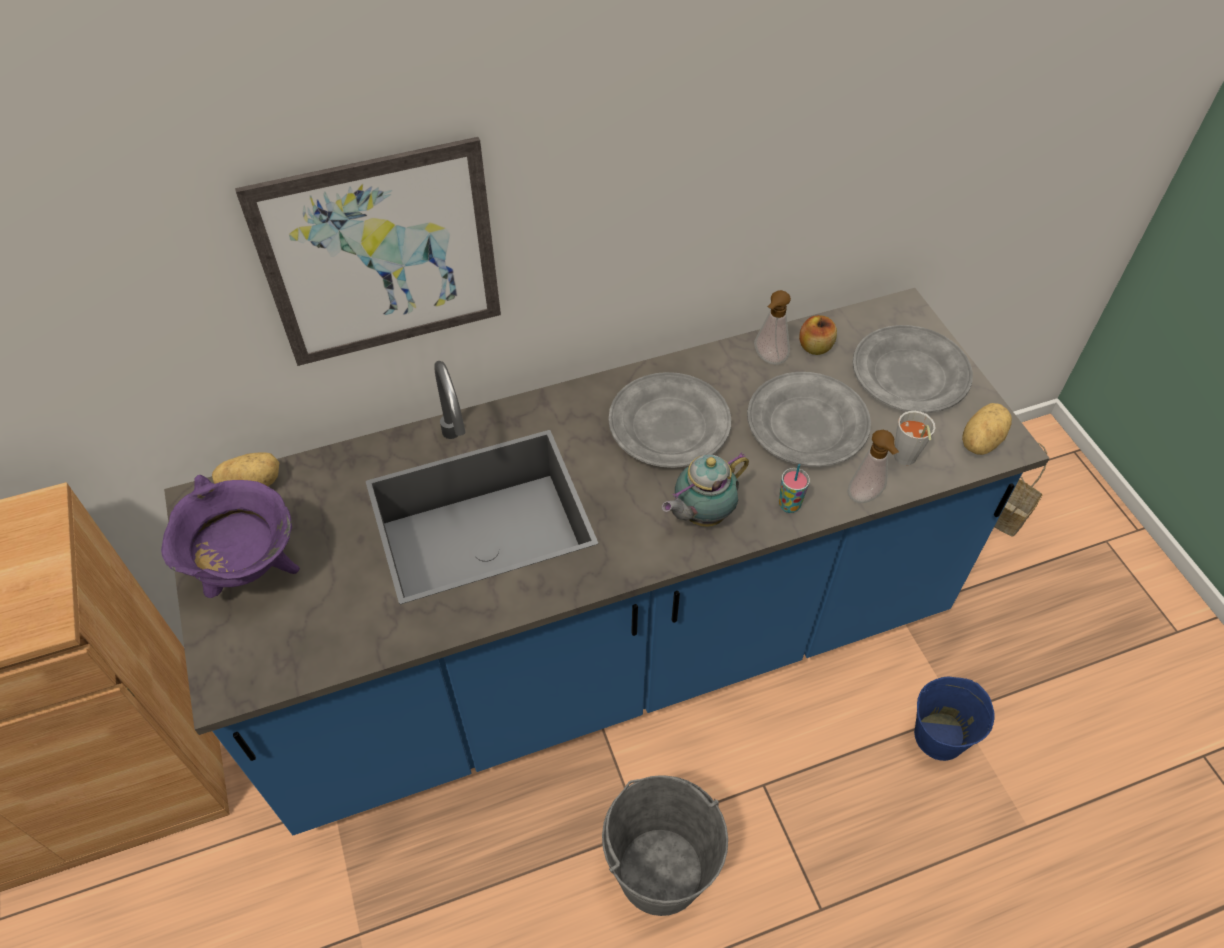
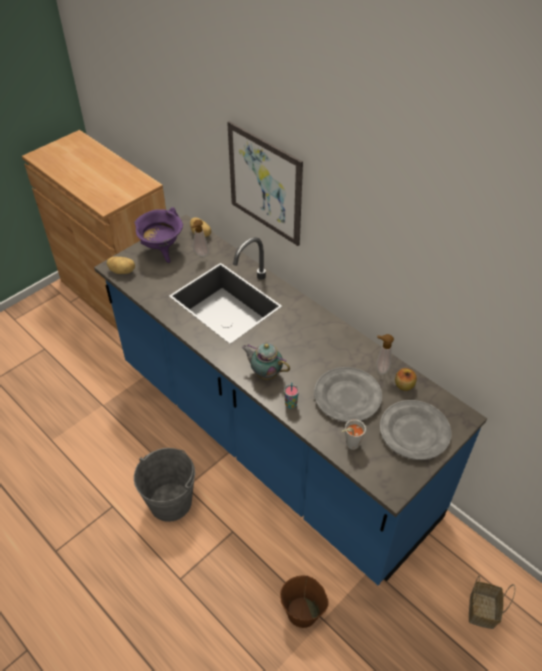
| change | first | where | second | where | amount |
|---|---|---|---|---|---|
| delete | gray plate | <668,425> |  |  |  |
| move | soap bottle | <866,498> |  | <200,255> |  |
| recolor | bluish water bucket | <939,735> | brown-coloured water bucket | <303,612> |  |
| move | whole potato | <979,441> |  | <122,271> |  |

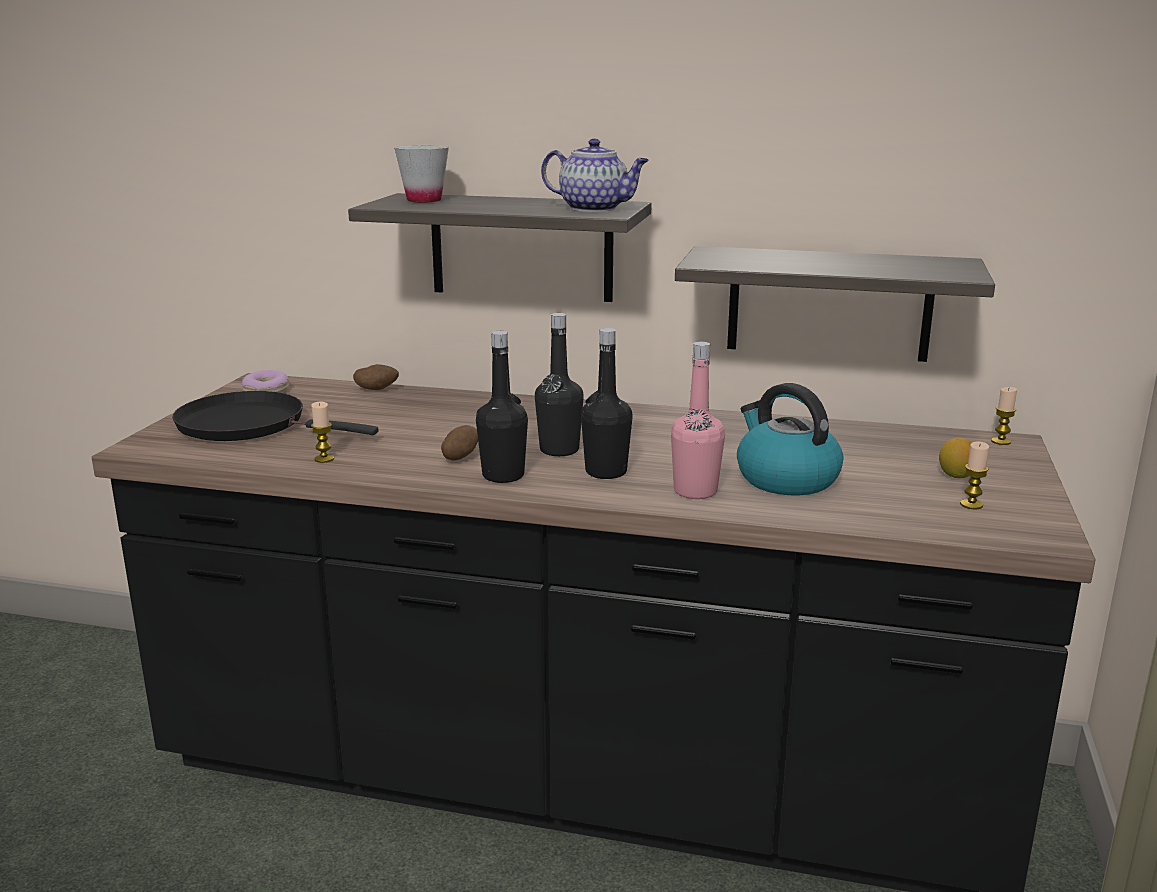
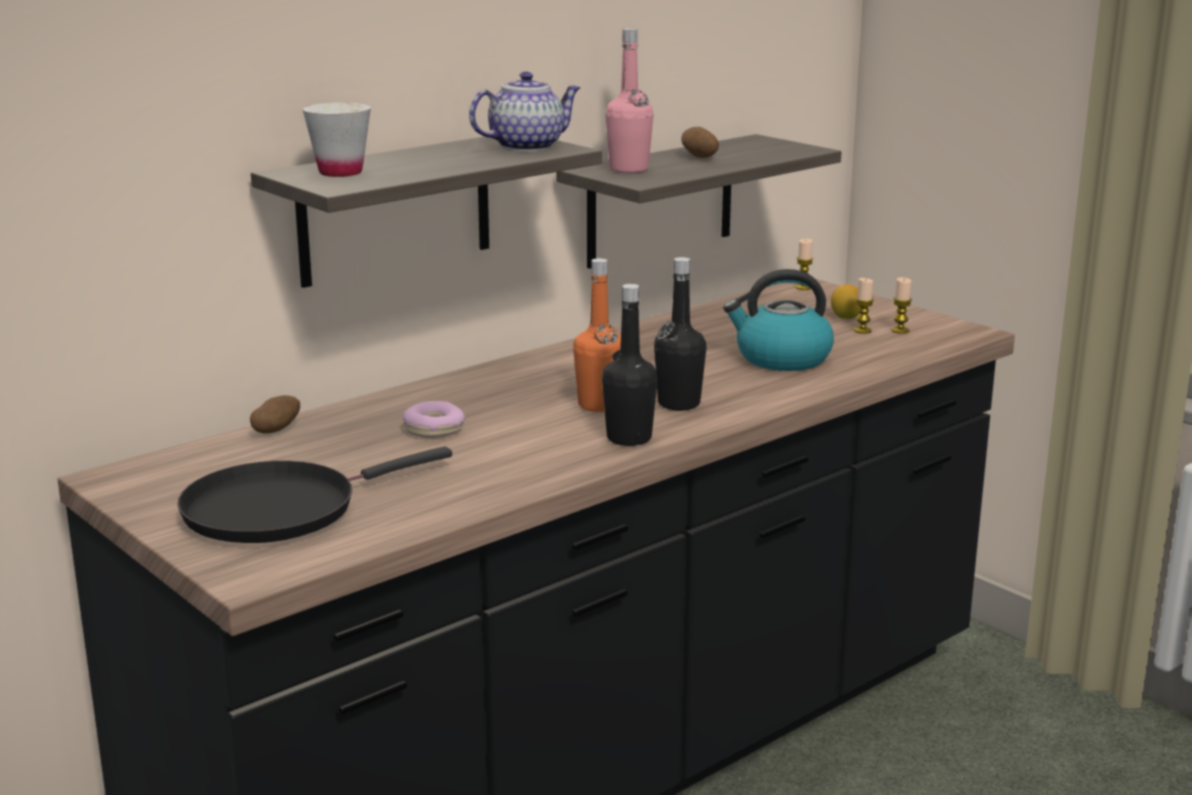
| change | first | where | second | where | amount |
|---|---|---|---|---|---|
| move | donut | <266,391> |  | <434,430> |  |
| move | candle | <324,459> |  | <862,330> |  |
| move | whole potato | <460,458> |  | <699,157> |  |
| recolor | black-coloured beverage bottle | <559,450> | orange-coloured beverage bottle | <599,405> |  |
| move | pink-coloured beverage bottle | <695,491> |  | <629,169> |  |

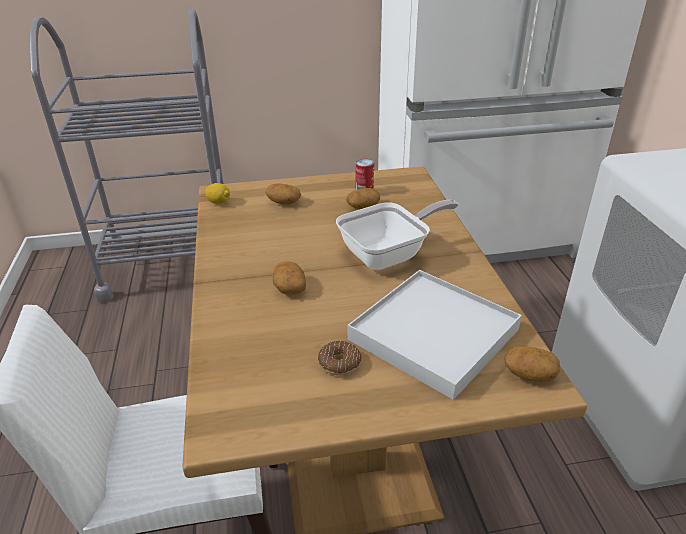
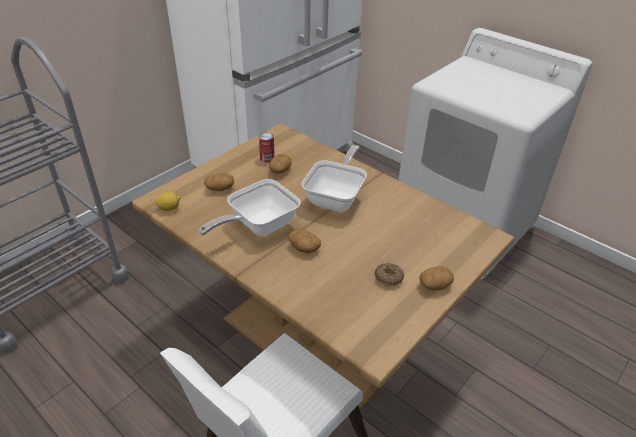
| change | first | where | second | where | amount |
|---|---|---|---|---|---|
| delete | whitish serving tray | <433,334> |  |  |  |
| move | whole potato | <529,374> |  | <435,285> |  |
| insert |  |  | frying pan | <258,226> |  |

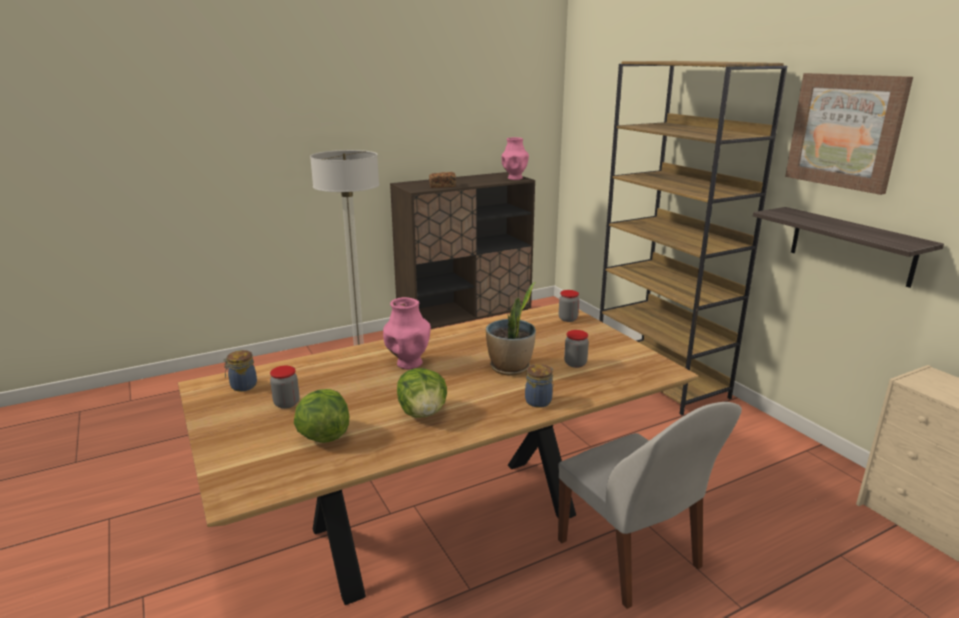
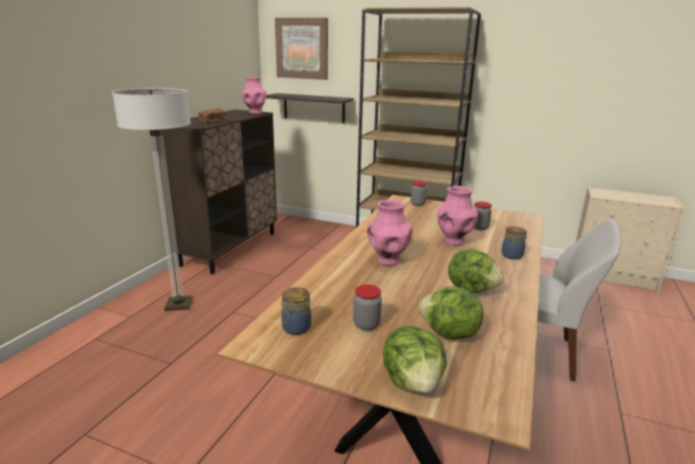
| change | first | where | second | where | amount |
|---|---|---|---|---|---|
| replace | houseplant | <510,368> | pink-coloured flower vase | <453,242> |  |
| move | bracket shelf | <851,246> |  | <314,108> |  |
| move | picture | <845,131> |  | <302,48> |  |
| insert |  |  | lettuce | <413,382> |  |

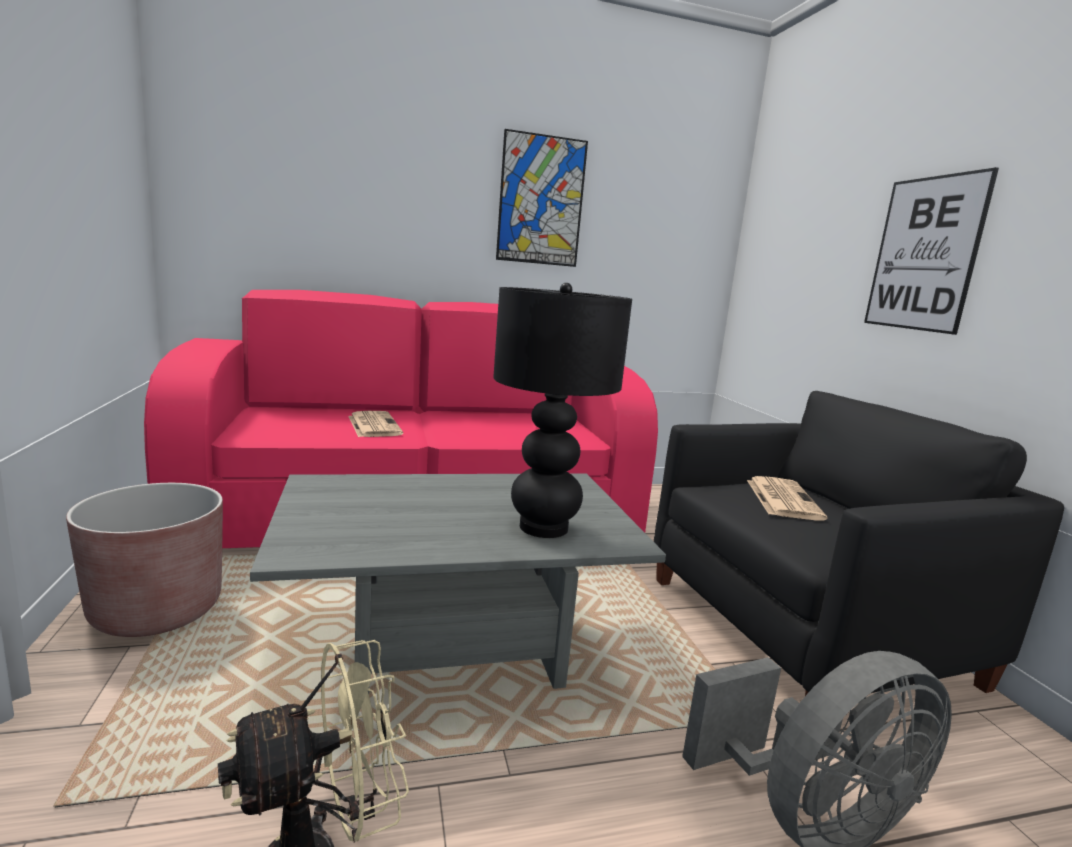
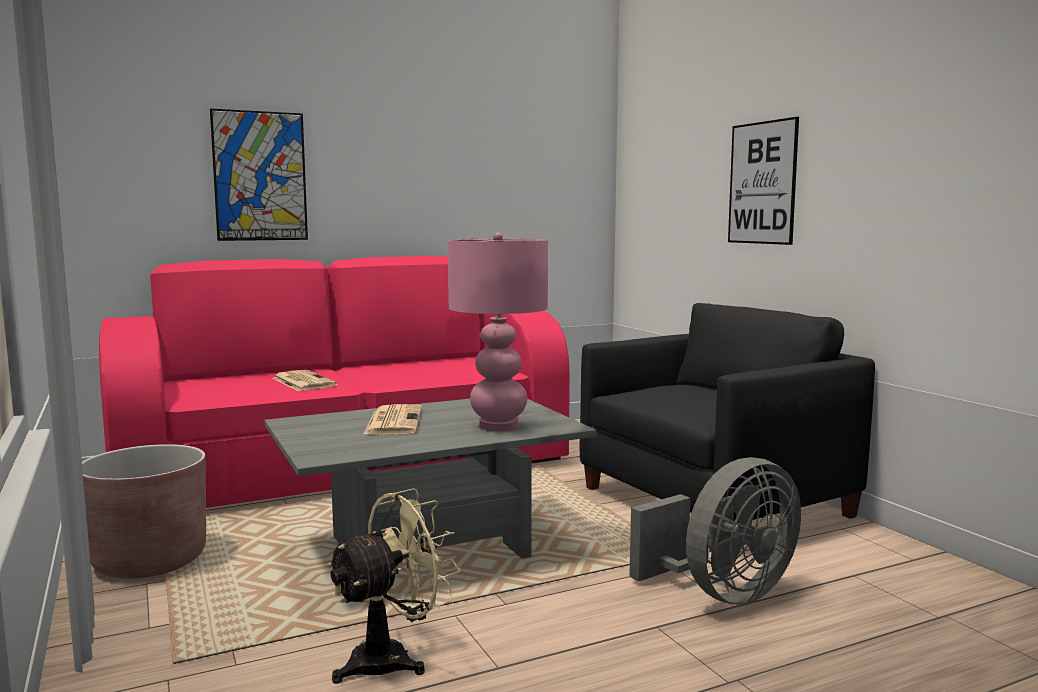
| change | first | where | second | where | amount |
|---|---|---|---|---|---|
| recolor | black-coloured lamp for a table | <542,527> | pink-coloured lamp for a table | <498,426> |  |
| move | picture | <541,200> |  | <260,176> |  |
| move | newspaper | <782,498> |  | <393,421> |  |

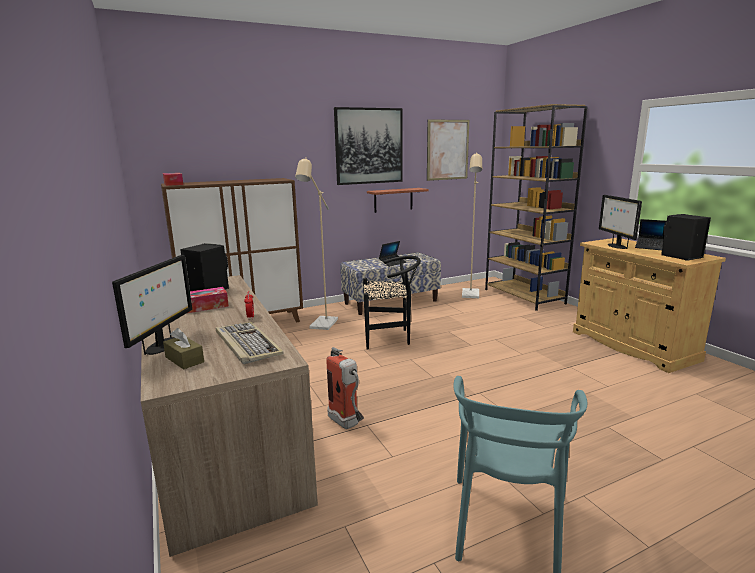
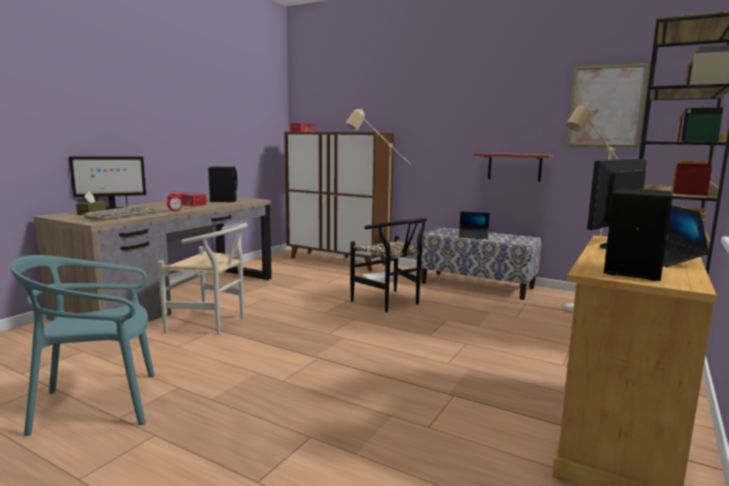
| change | first | where | second | where | amount |
|---|---|---|---|---|---|
| replace | fire extinguisher | <347,424> | whitish plain chair | <212,323> |  |
| delete | picture | <369,146> |  |  |  |

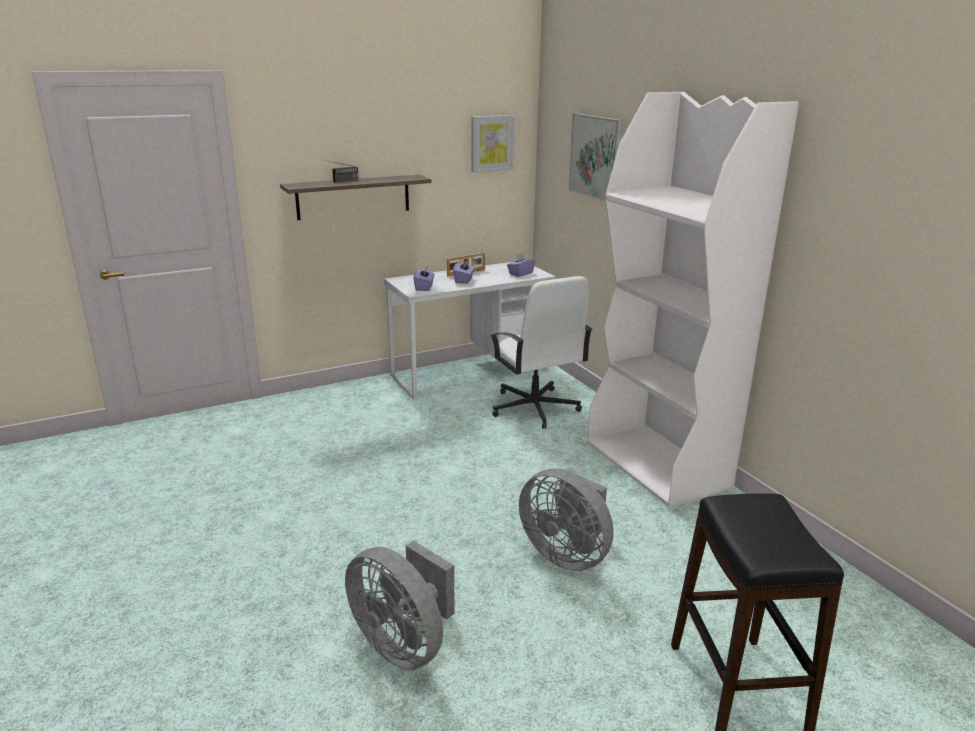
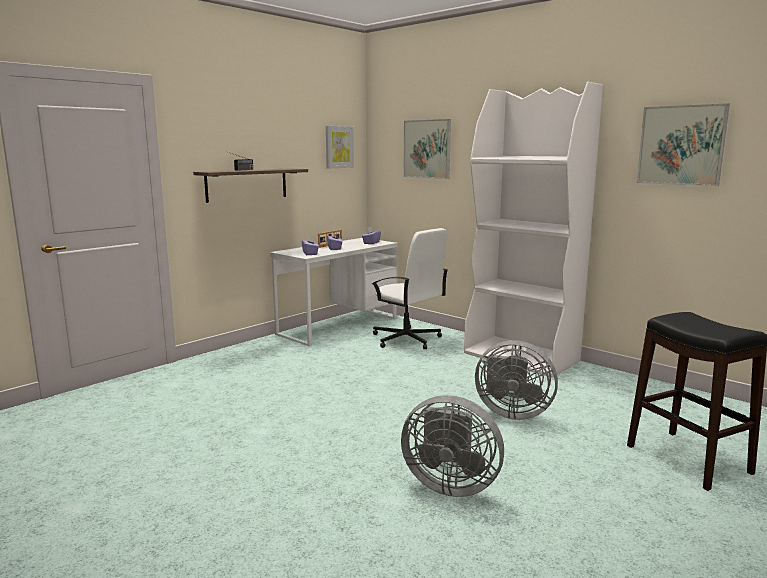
| change | first | where | second | where | amount |
|---|---|---|---|---|---|
| insert |  |  | picture | <681,145> |  |

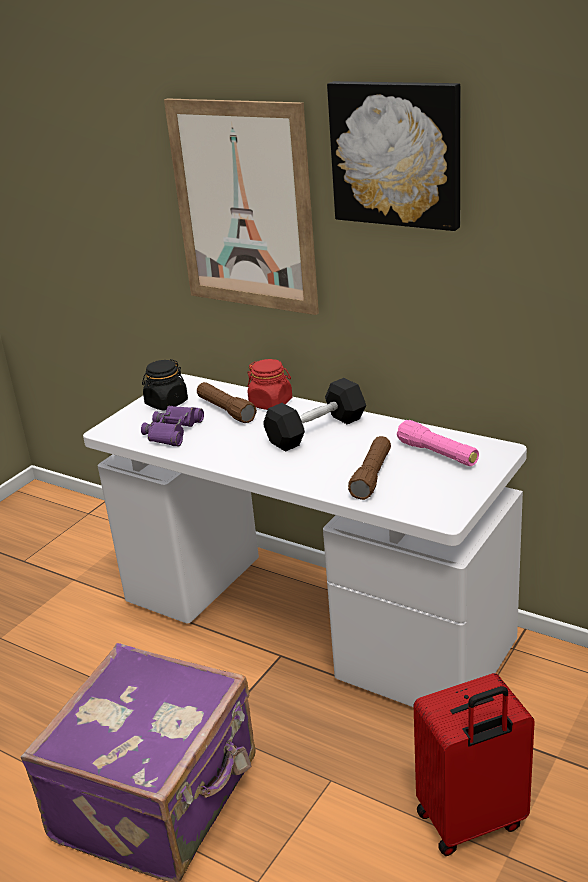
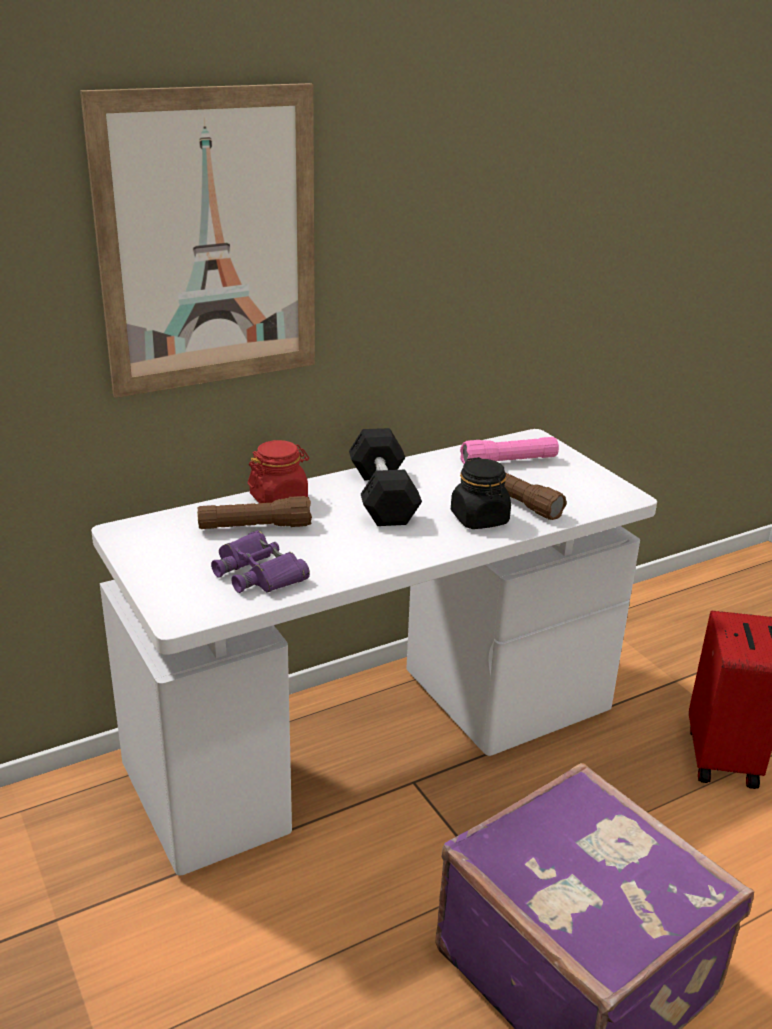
| change | first | where | second | where | amount |
|---|---|---|---|---|---|
| move | black-coloured storage jar | <166,403> |  | <479,519> |  |
| delete | picture | <397,154> |  |  |  |

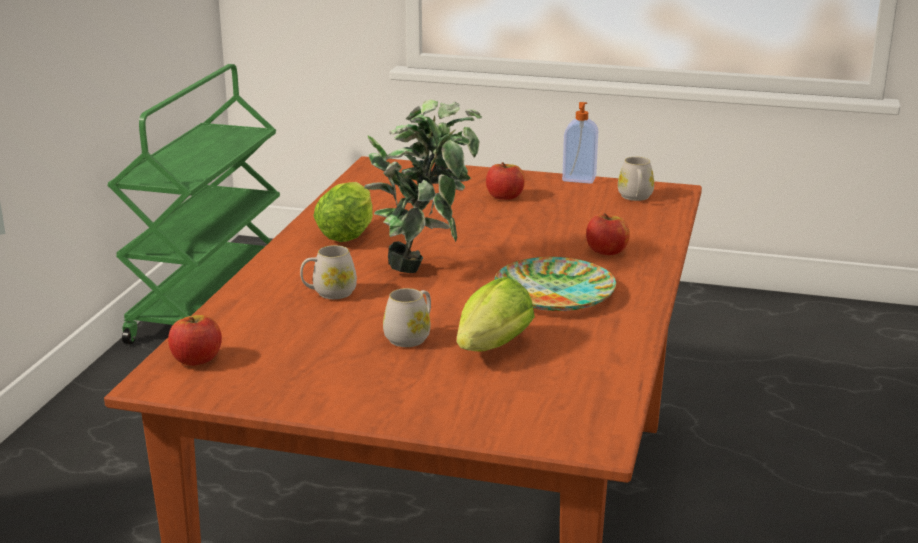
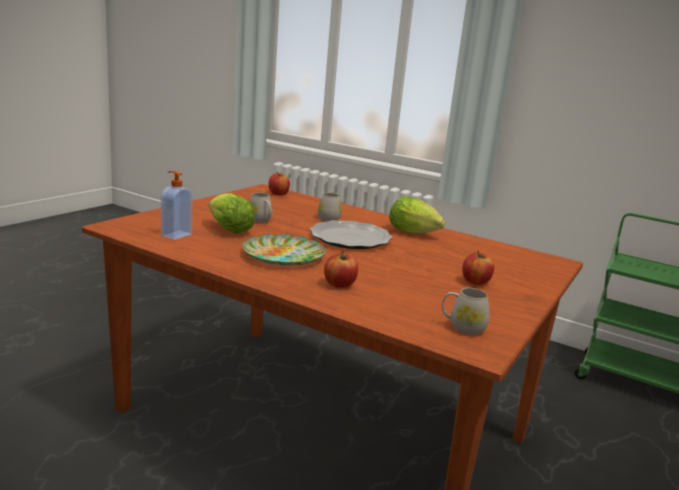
| change | first | where | second | where | amount |
|---|---|---|---|---|---|
| replace | houseplant | <425,267> | plate | <350,238> |  |
| move | soap bottle | <579,179> |  | <175,235> |  |

